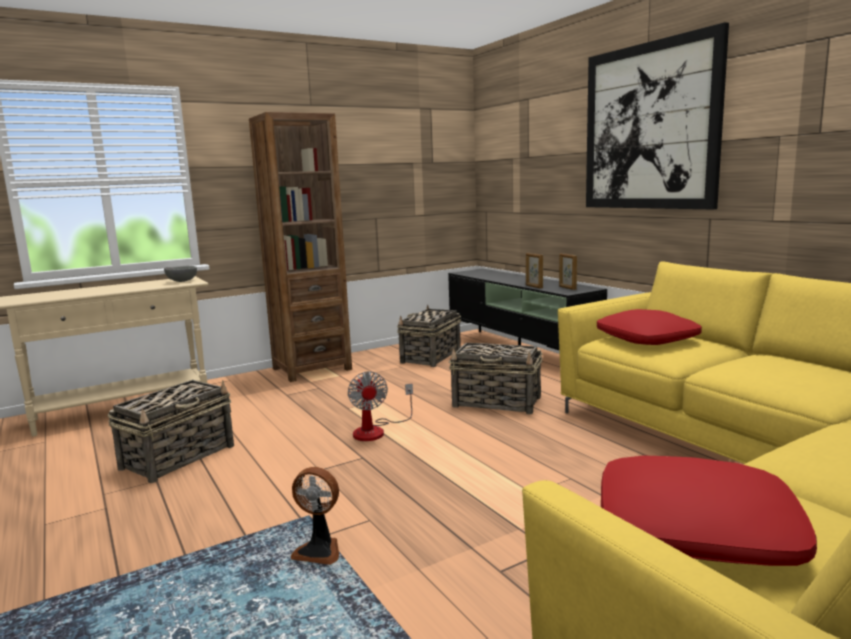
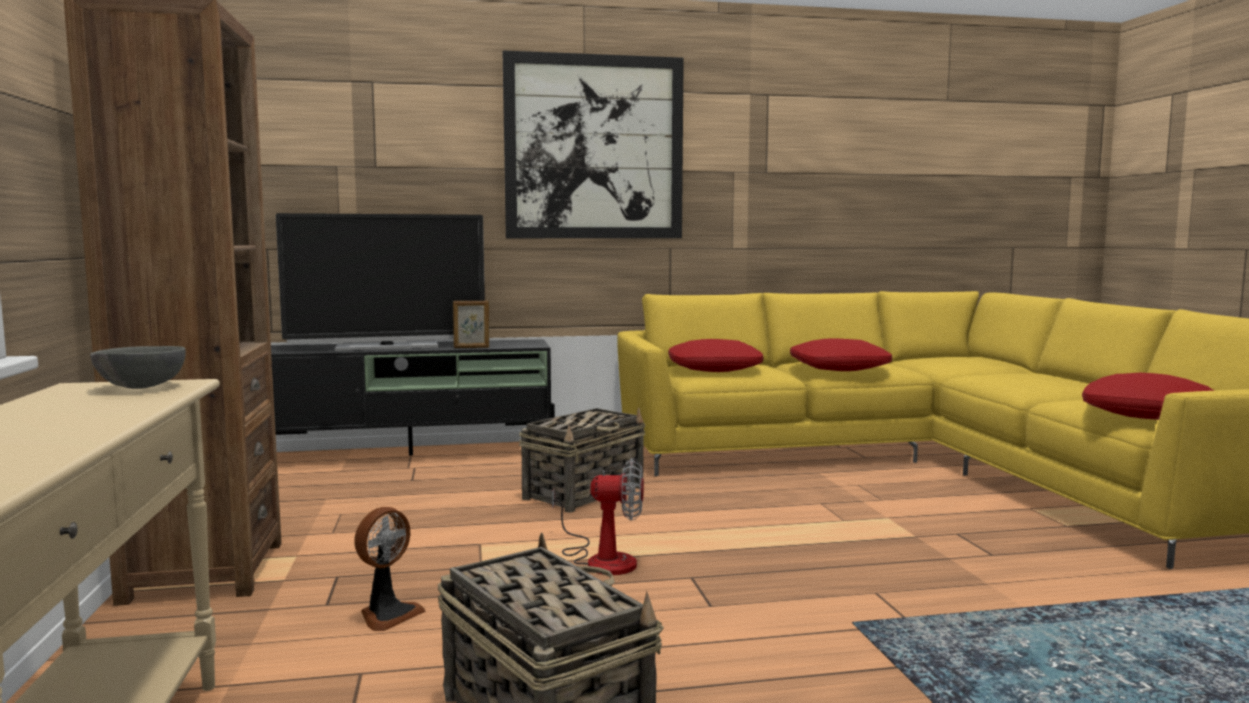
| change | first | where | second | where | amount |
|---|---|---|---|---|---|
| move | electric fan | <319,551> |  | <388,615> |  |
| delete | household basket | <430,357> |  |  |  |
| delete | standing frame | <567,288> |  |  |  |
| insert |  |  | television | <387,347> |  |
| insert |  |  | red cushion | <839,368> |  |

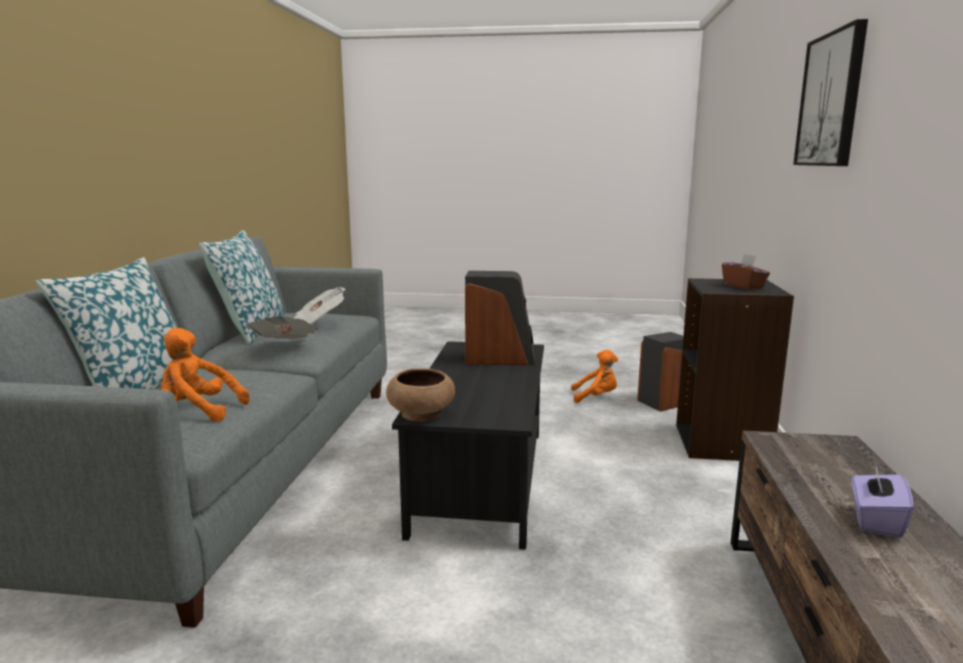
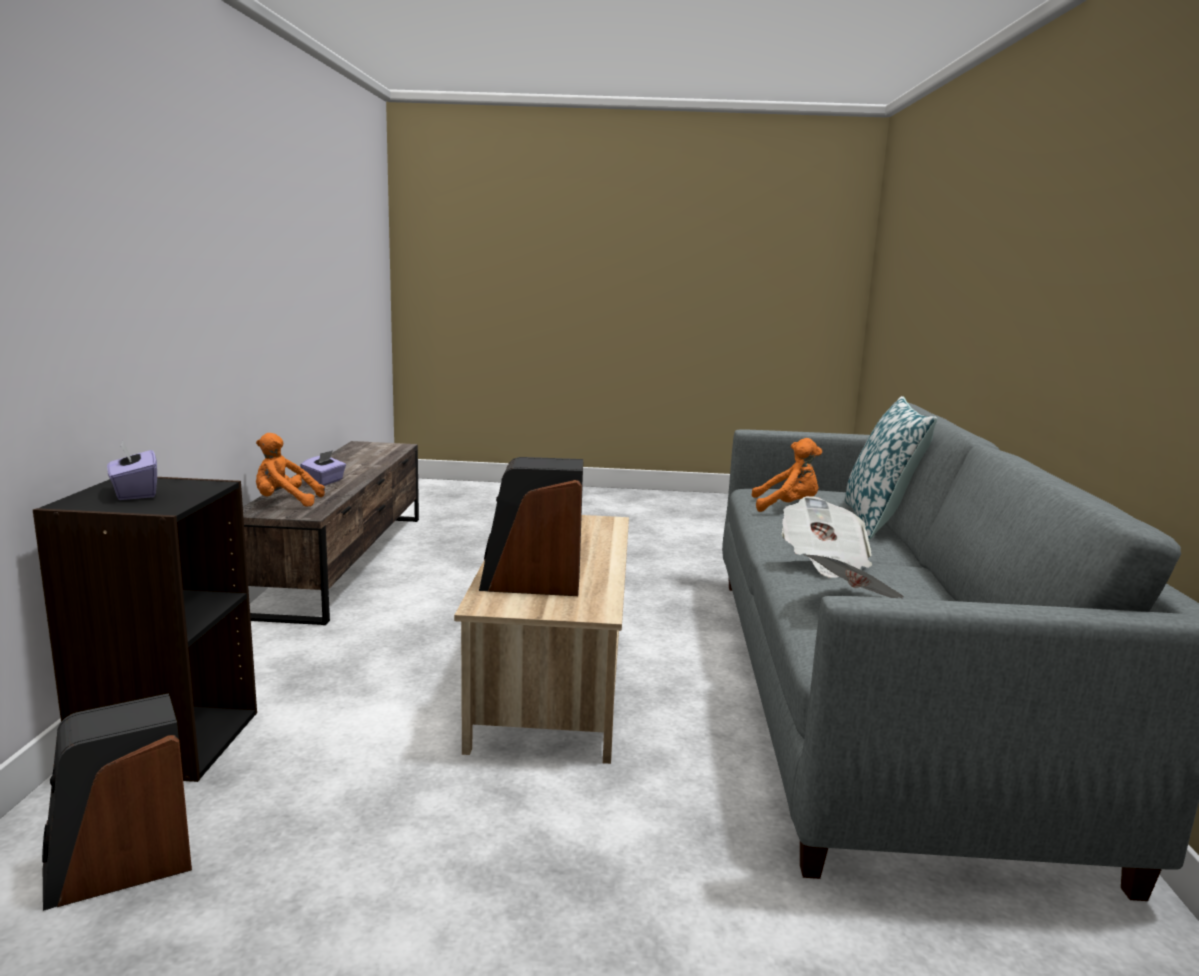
| change | first | where | second | where | amount |
|---|---|---|---|---|---|
| delete | cushion | <250,330> |  |  |  |
| delete | brown-coloured deep dish | <422,414> |  |  |  |
| recolor | black-coloured coffee table | <480,479> | beige coffee table | <554,681> |  |
| move | orange-coloured soft toy | <596,397> |  | <285,502> |  |
| recolor | brown-coloured tissue box | <743,286> | purple tissue box | <134,493> |  |
| delete | picture | <831,100> |  |  |  |

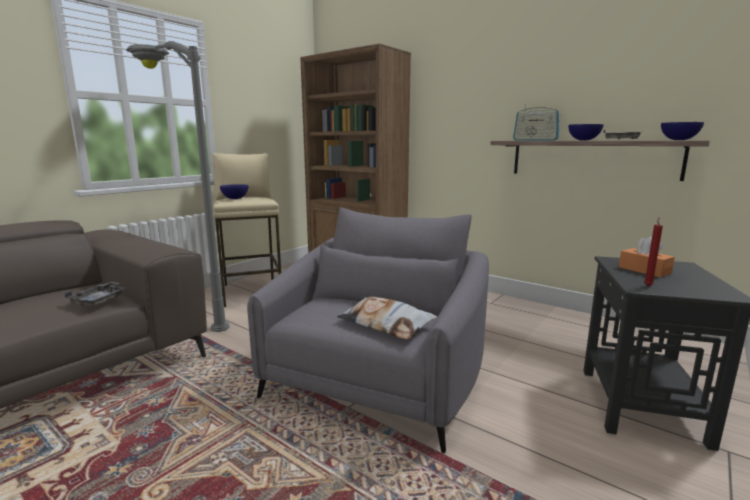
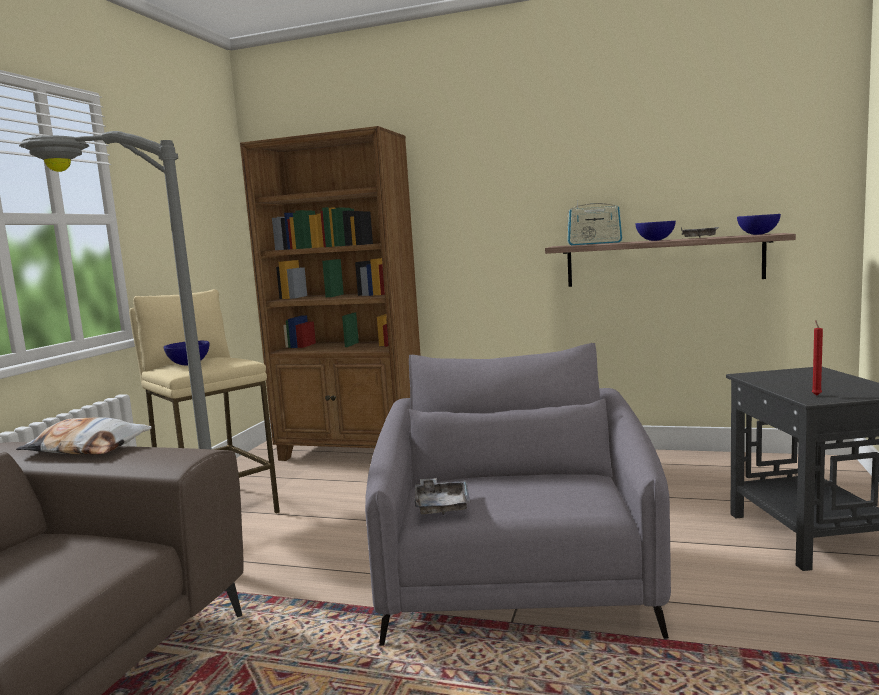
| change | first | where | second | where | amount |
|---|---|---|---|---|---|
| move | gray serving tray | <100,300> |  | <441,505> |  |
| move | cushion | <386,324> |  | <87,447> |  |
| delete | orange-coloured tissue box | <644,270> |  |  |  |

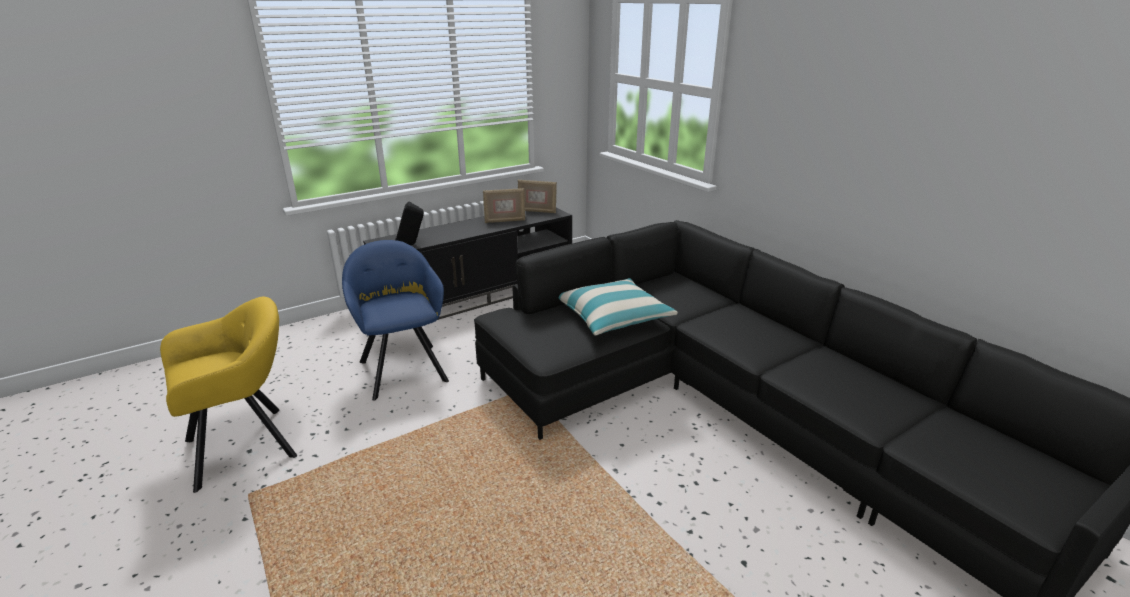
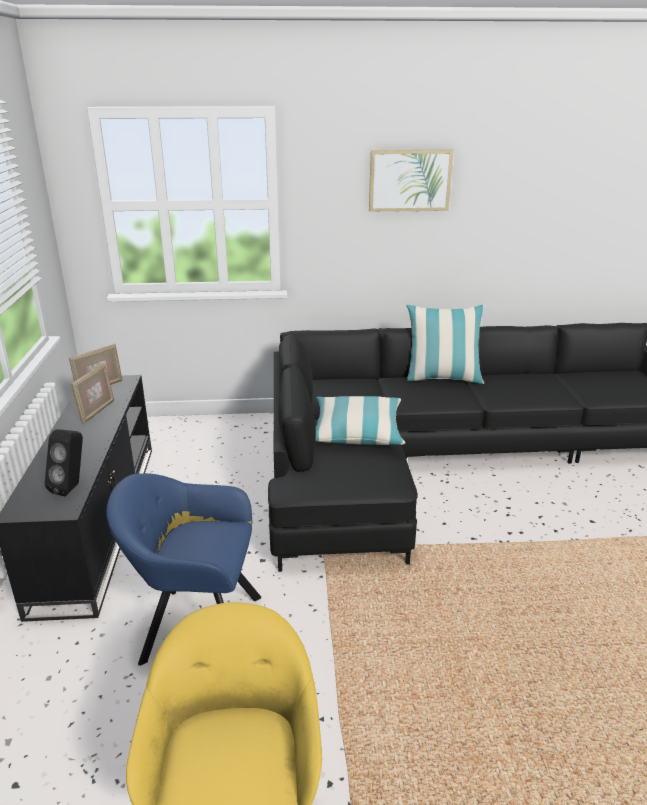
| change | first | where | second | where | amount |
|---|---|---|---|---|---|
| insert |  |  | picture | <409,180> |  |
| insert |  |  | cushion | <442,378> |  |

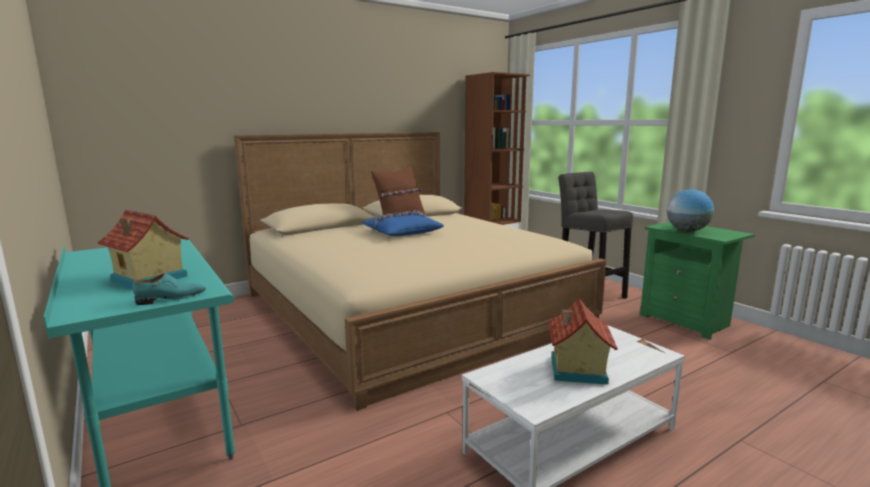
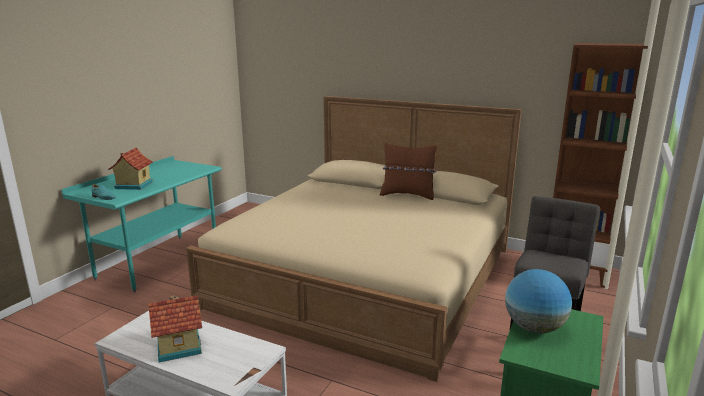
| change | first | where | second | where | amount |
|---|---|---|---|---|---|
| delete | bluish cushion | <402,232> |  |  |  |

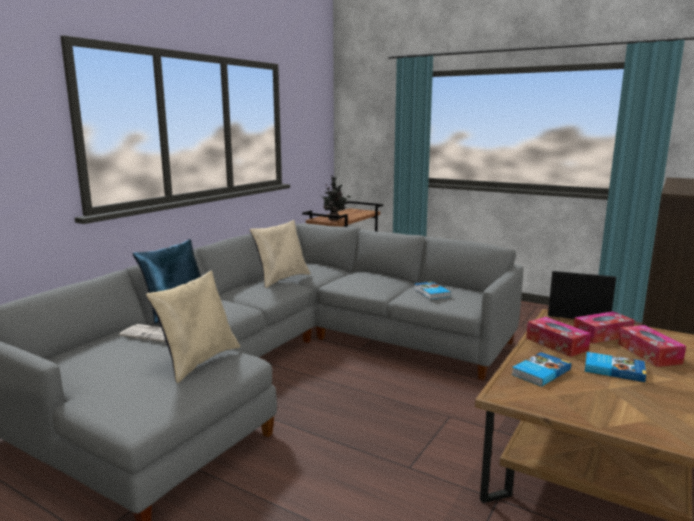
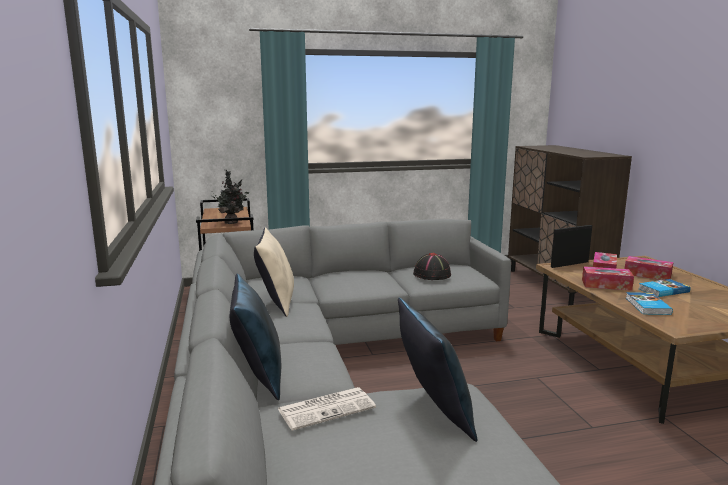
| change | first | where | second | where | amount |
|---|---|---|---|---|---|
| recolor | beige cushion | <199,361> | bluish cushion | <432,412> |  |
| replace | bound book | <431,292> | black-coloured hat | <432,275> |  |

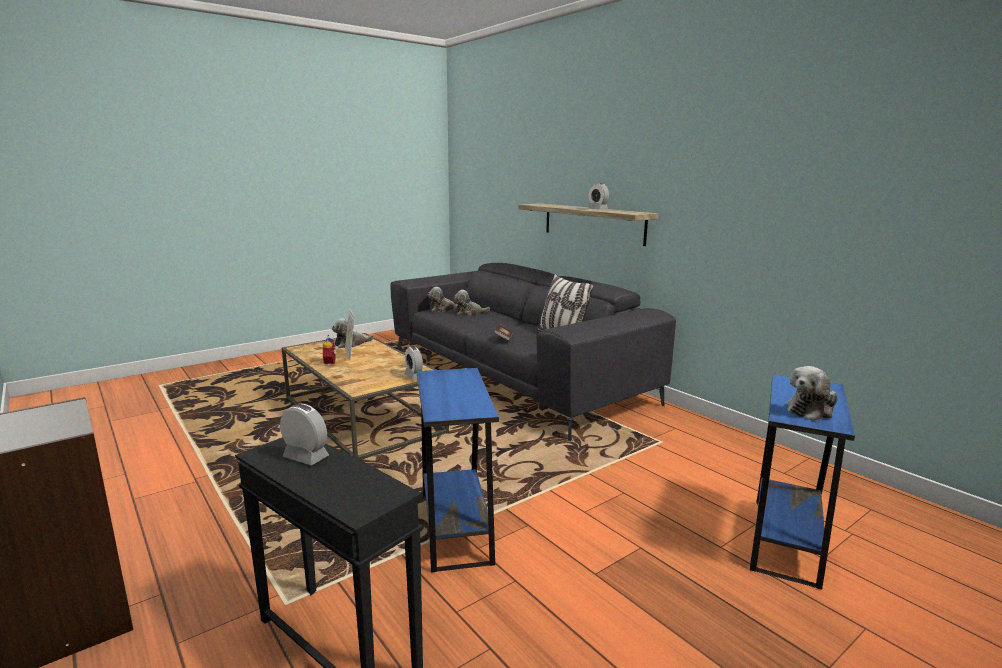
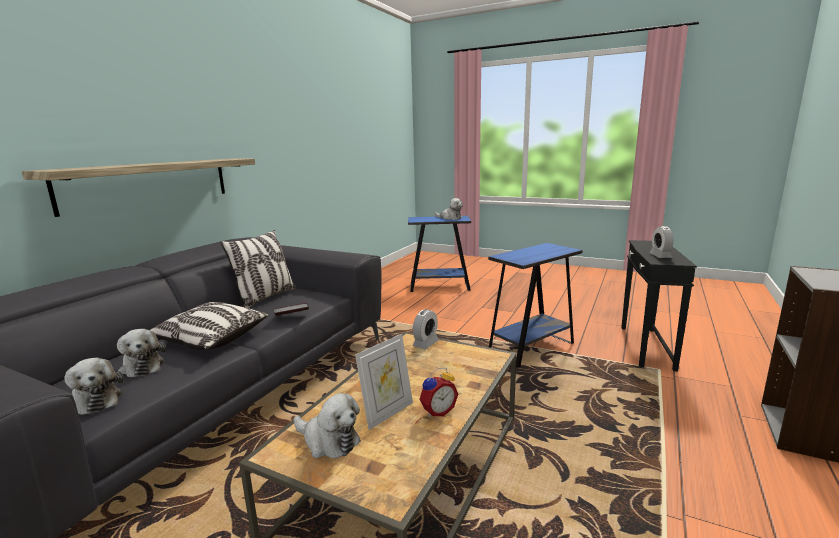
| change | first | where | second | where | amount |
|---|---|---|---|---|---|
| delete | table clock | <597,209> |  |  |  |
| insert |  |  | cushion | <210,339> |  |

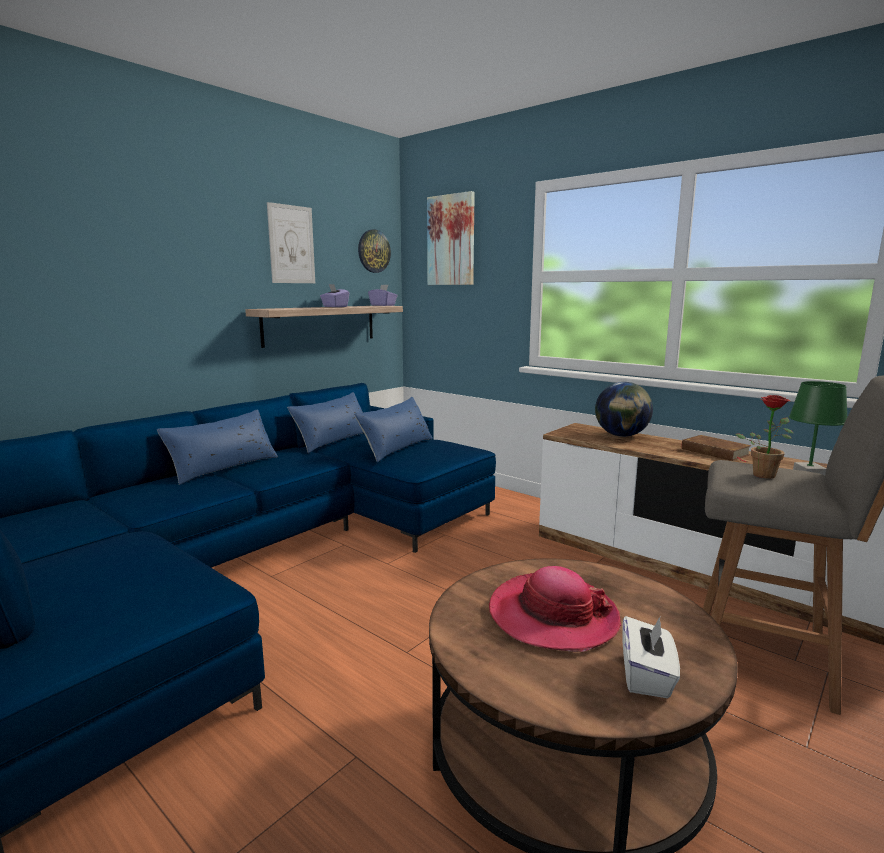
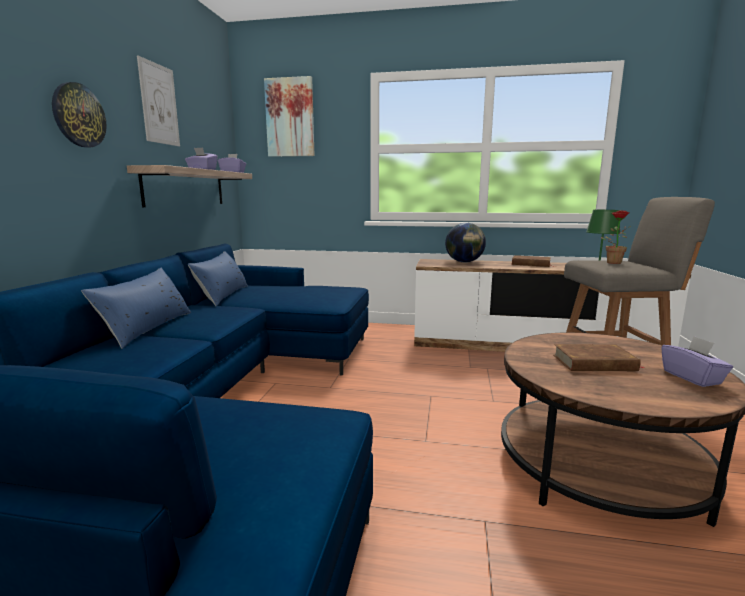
| change | first | where | second | where | amount |
|---|---|---|---|---|---|
| delete | bluish cushion | <396,448> |  |  |  |
| move | wall clock | <373,251> |  | <78,115> |  |
| replace | hat | <553,616> | brown-coloured bound book | <594,363> |  |
| recolor | whitish tissue box | <647,676> | purple tissue box | <692,377> |  |

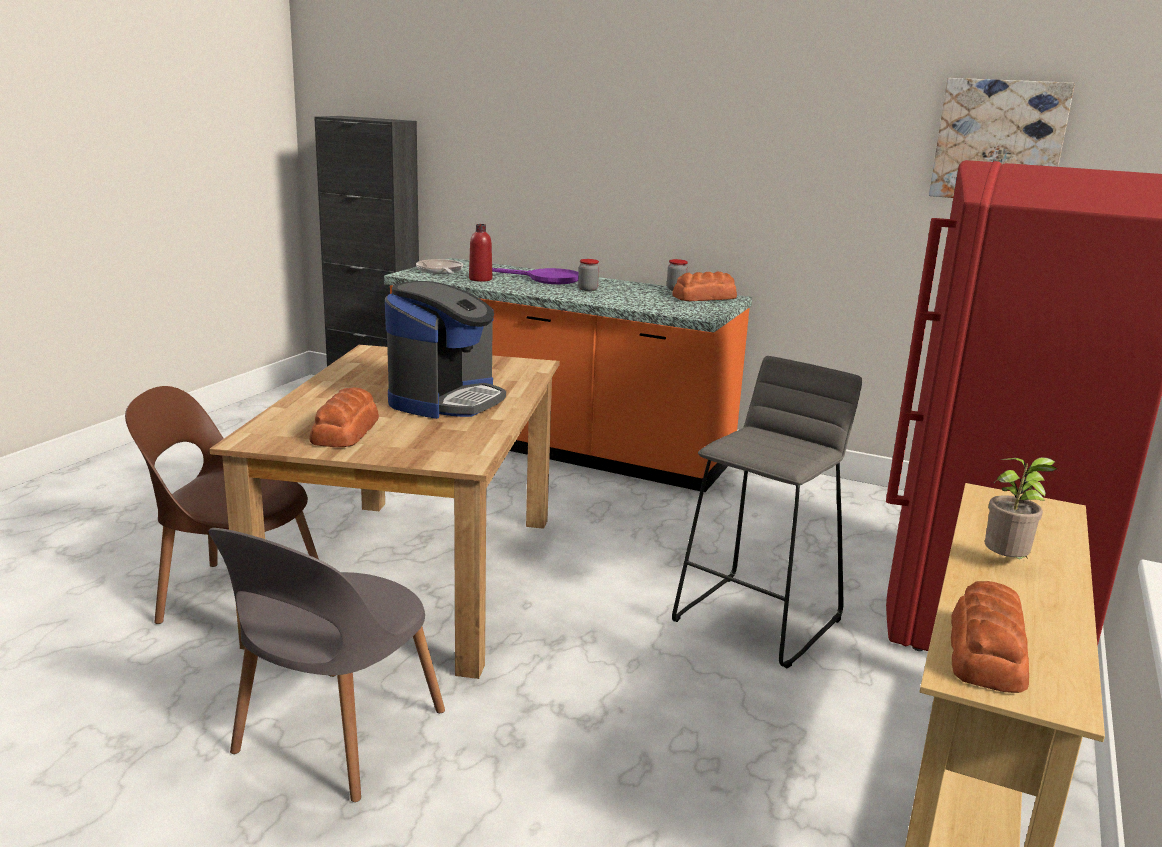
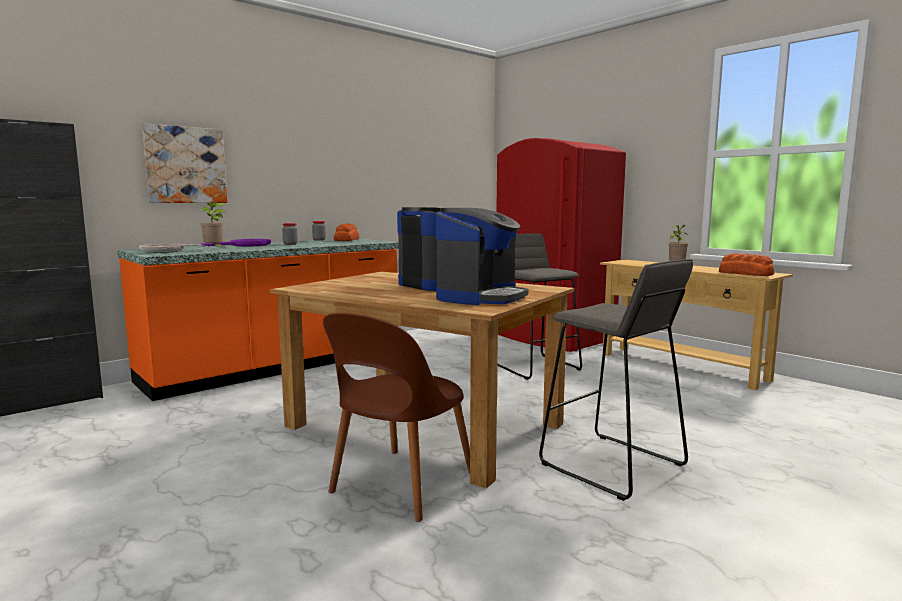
| change | first | where | second | where | amount |
|---|---|---|---|---|---|
| replace | gray plain chair | <335,736> | gray stool | <611,465> |  |
| replace | bread | <346,431> | coffee machine | <480,297> |  |
| replace | red beverage bottle | <480,279> | houseplant | <215,249> |  |
| move | picture | <999,141> |  | <185,165> |  |

